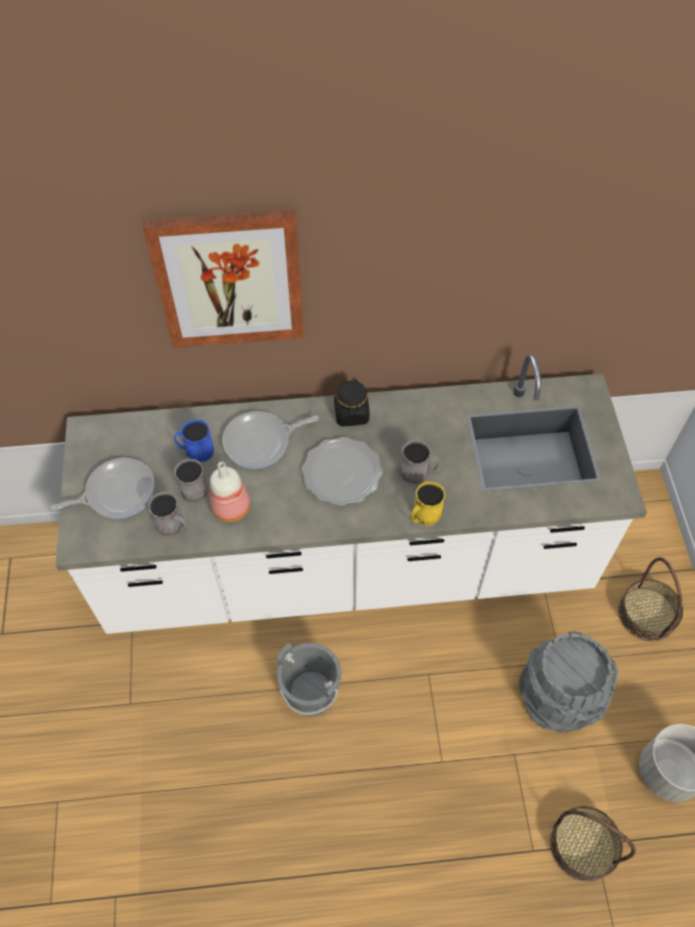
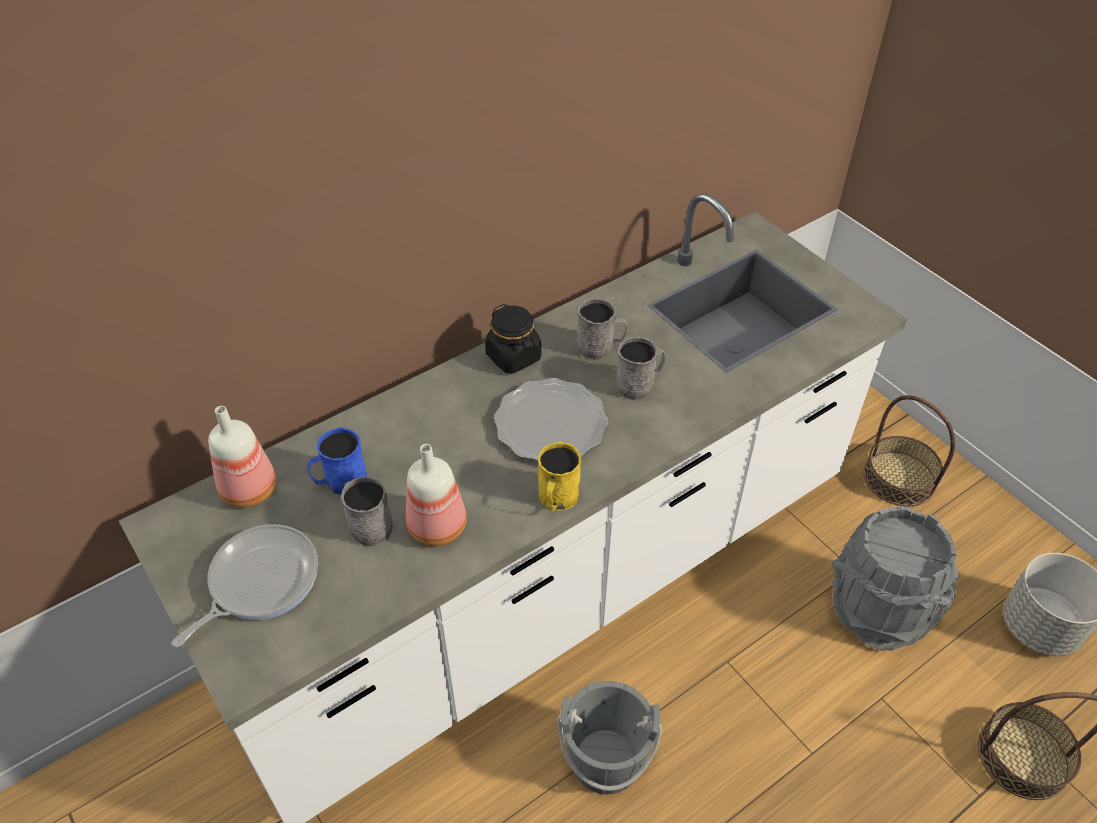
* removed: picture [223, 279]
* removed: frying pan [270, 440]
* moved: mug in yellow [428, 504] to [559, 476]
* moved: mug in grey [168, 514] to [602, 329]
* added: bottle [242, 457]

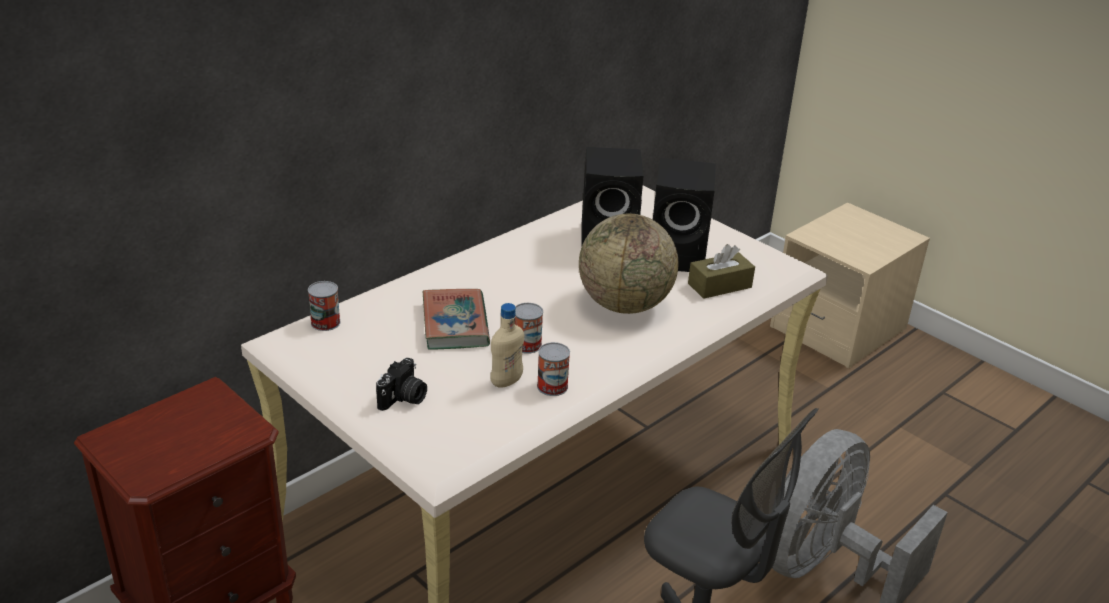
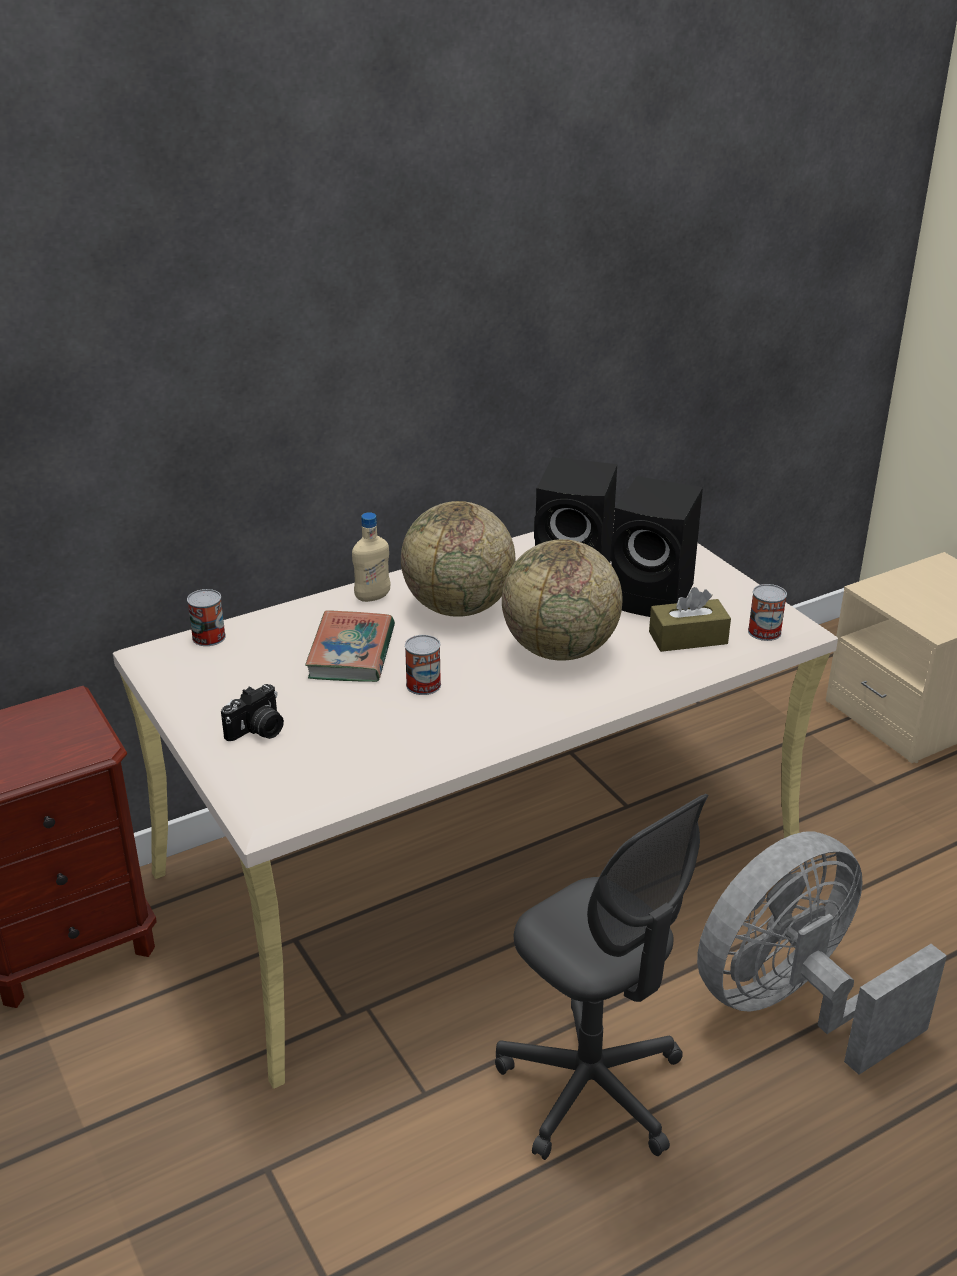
* moved: bottle in beige [507, 345] to [371, 557]
* moved: can [553, 369] to [767, 612]
* added: globe [458, 559]

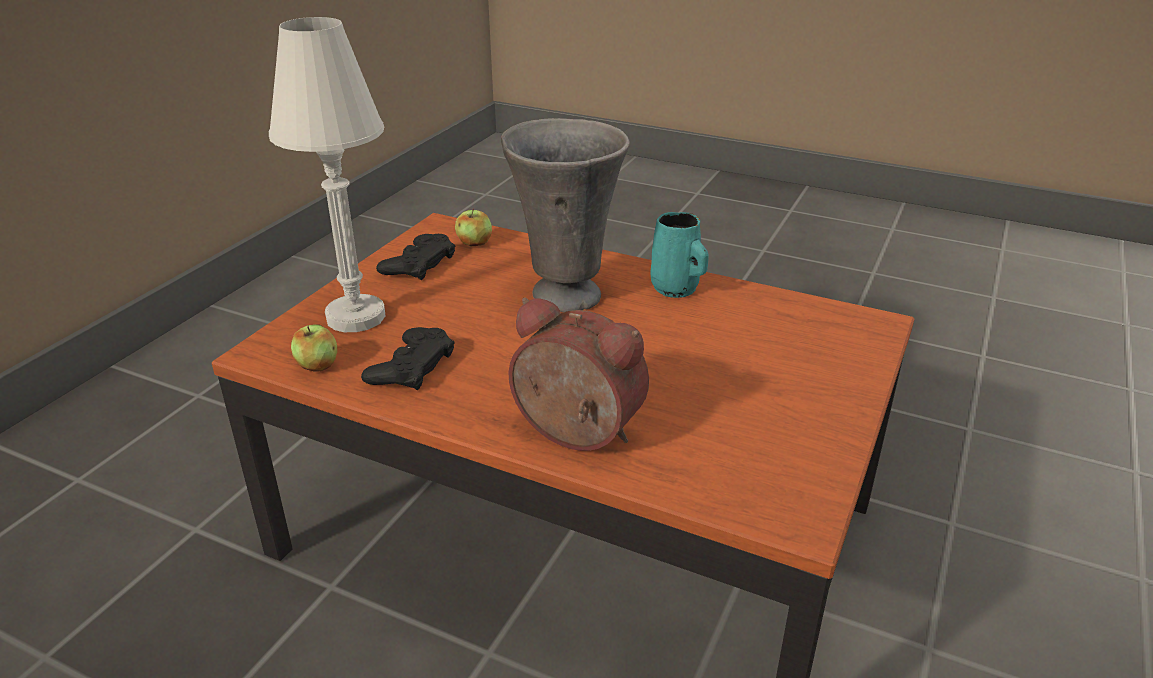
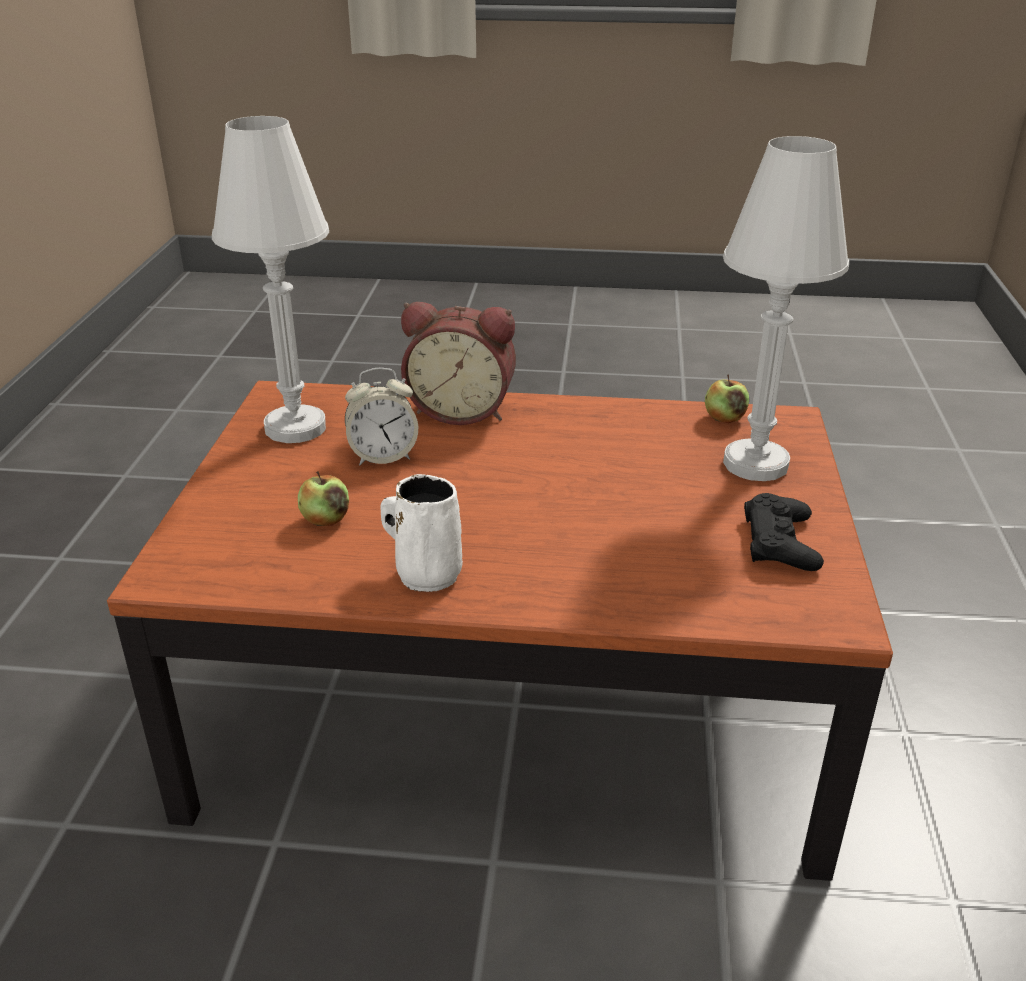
* removed: vase in grey [565, 215]
* moved: apple [473, 227] to [323, 498]
* recoloured: mug in turquoise [679, 255] to mug in white [421, 533]
* removed: game controller in black [408, 358]
* added: table lamp in white [270, 279]
* added: alarm clock [381, 416]

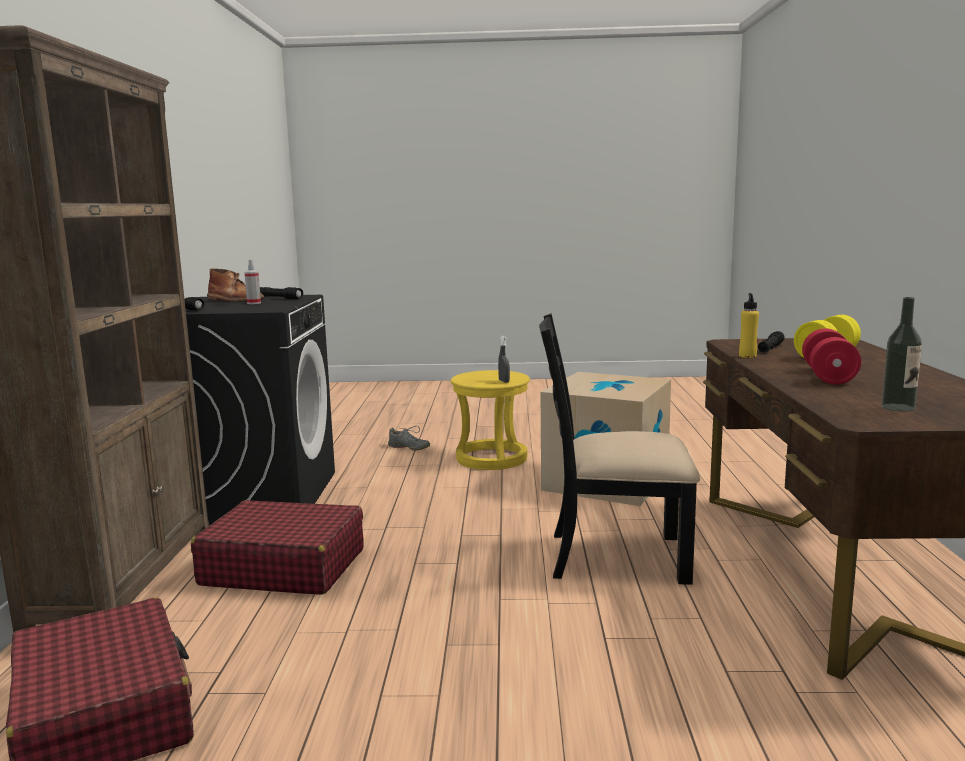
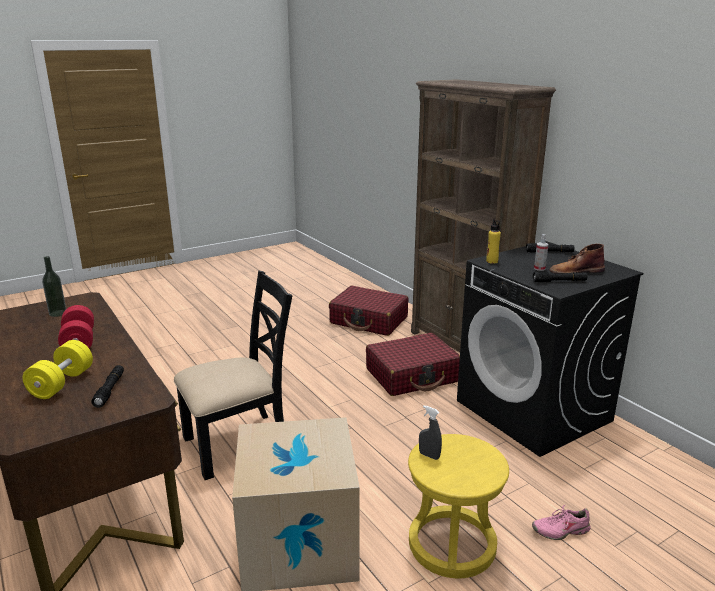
* moved: bottle in yellow [749, 325] to [493, 241]
* recoloured: shoe in grey [409, 438] to shoe in pink [561, 522]

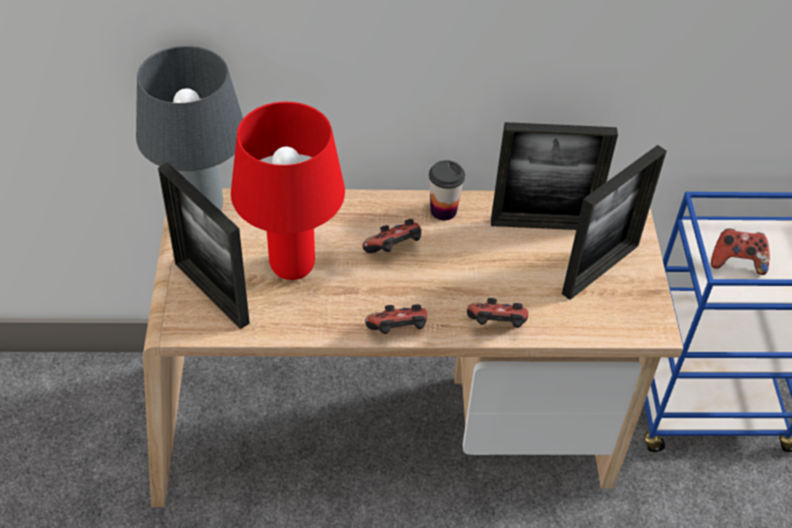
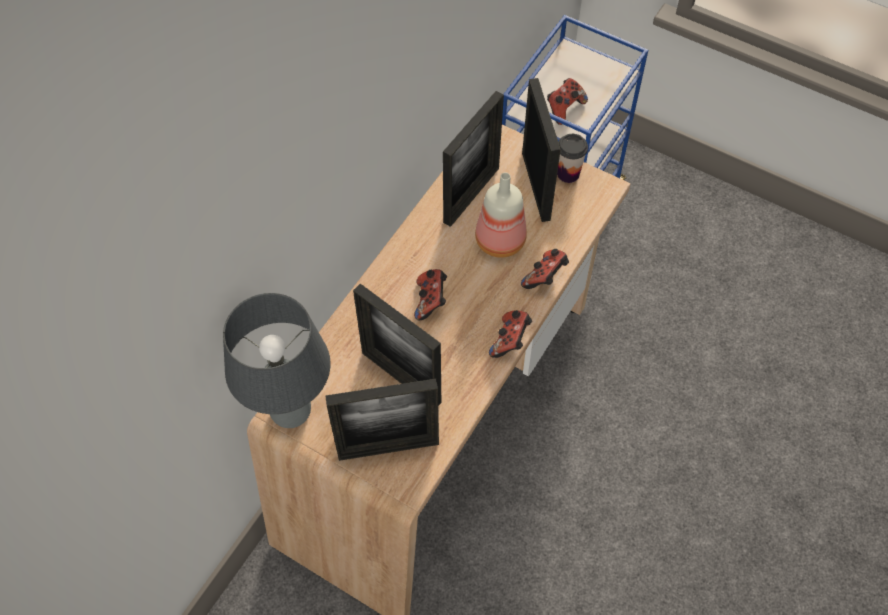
* replaced: table lamp in red [288, 191] to picture frame [397, 345]
* moved: cup [447, 190] to [572, 158]
* added: bottle [501, 215]

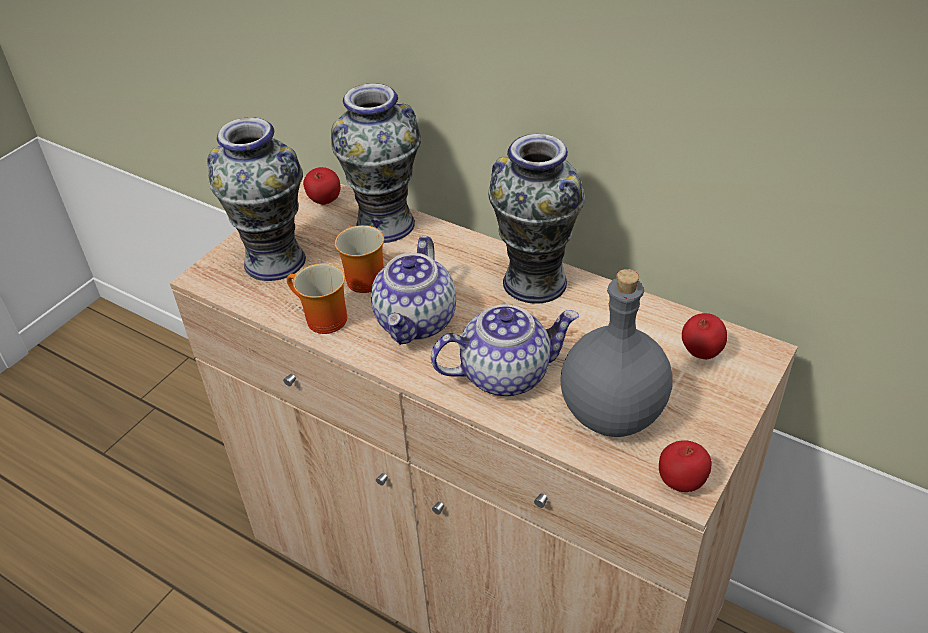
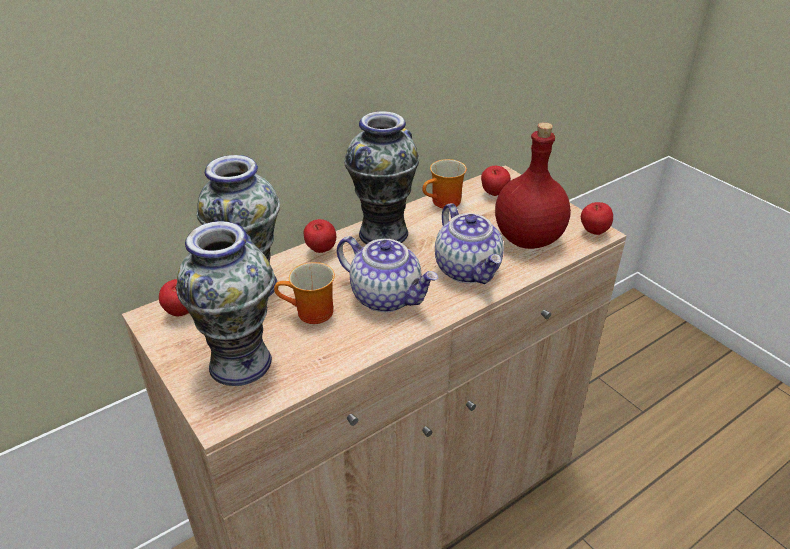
* moved: mug [317, 298] to [444, 183]
* recoloured: bottle in grey [616, 353] to bottle in red [533, 185]
* turned: teapot [505, 350] = [469, 243] 150 degrees clockwise
* added: apple [320, 236]

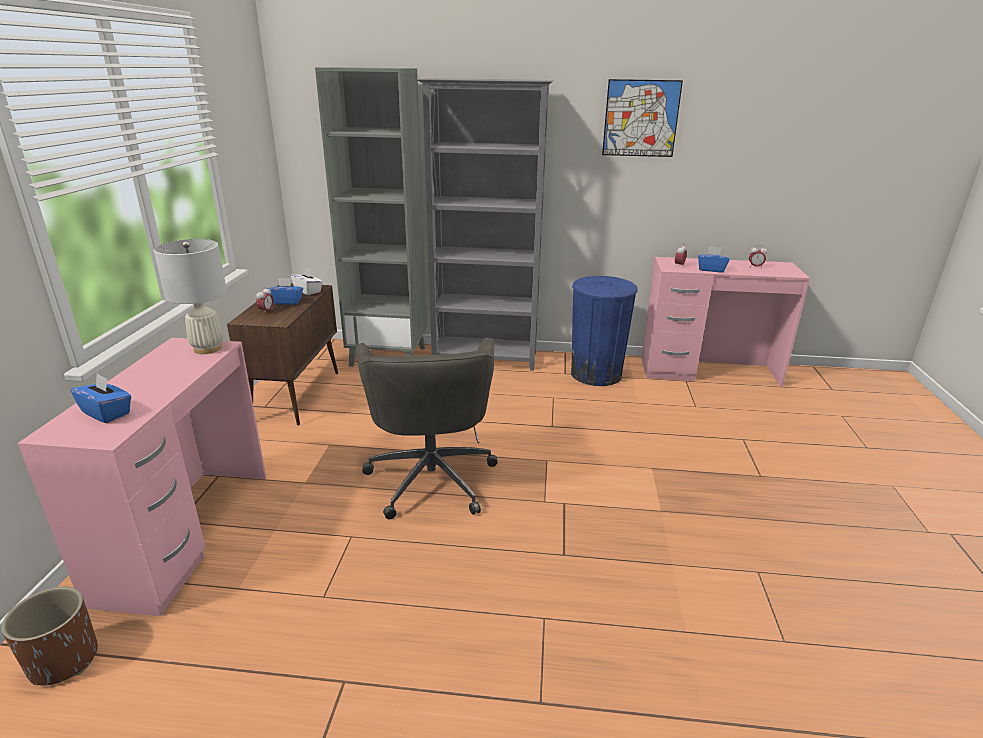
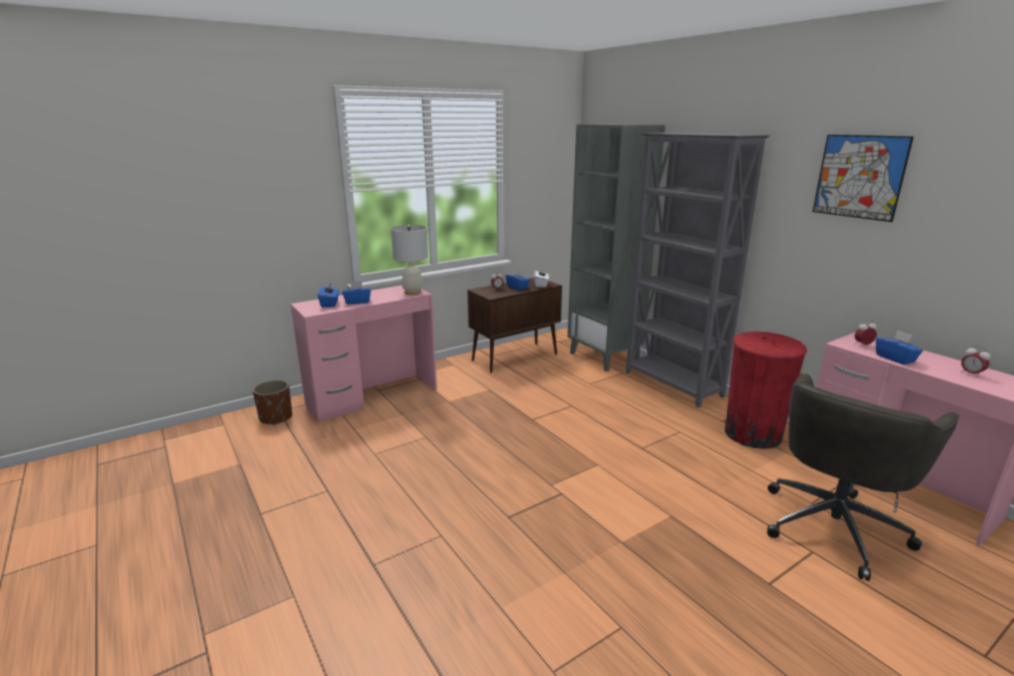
* recoloured: trash can in blue [604, 331] to trash can in red [766, 390]
* moved: office chair in grey [427, 429] to [863, 477]
* added: tissue box in blue [356, 292]

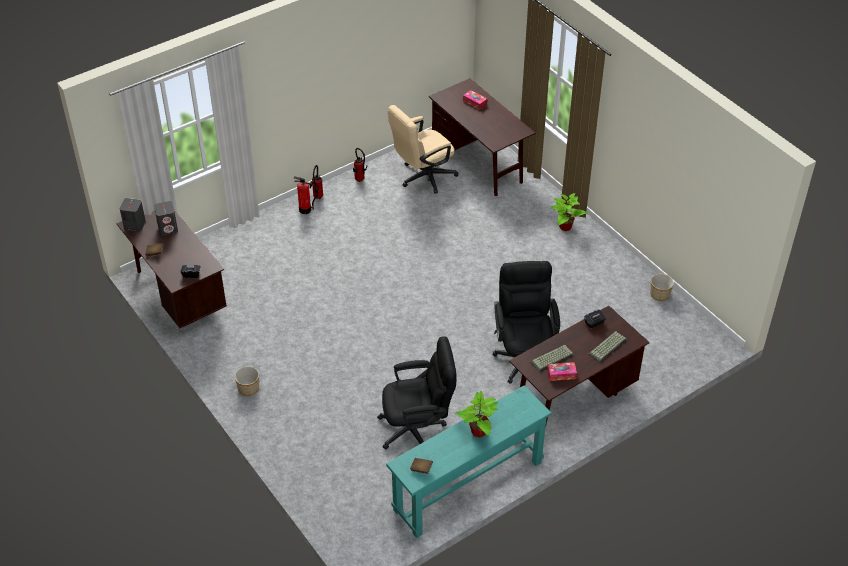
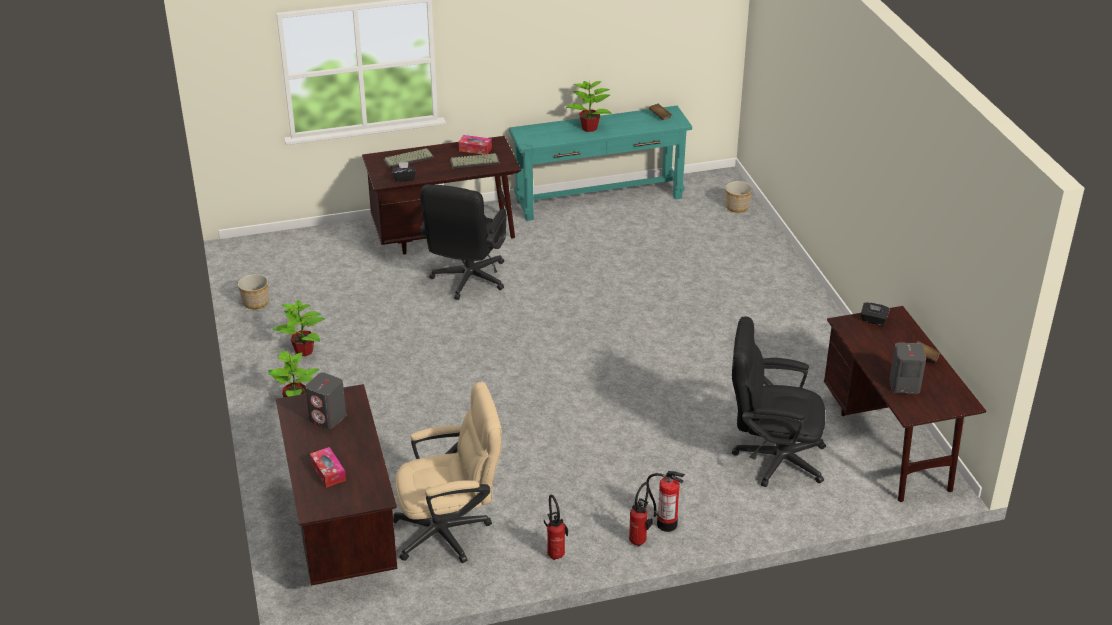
* moved: speaker in grey [133, 215] to [325, 400]
* moved: office chair in black [417, 393] to [779, 401]
* moved: planter [246, 381] to [739, 197]
* added: potted plant [299, 328]

